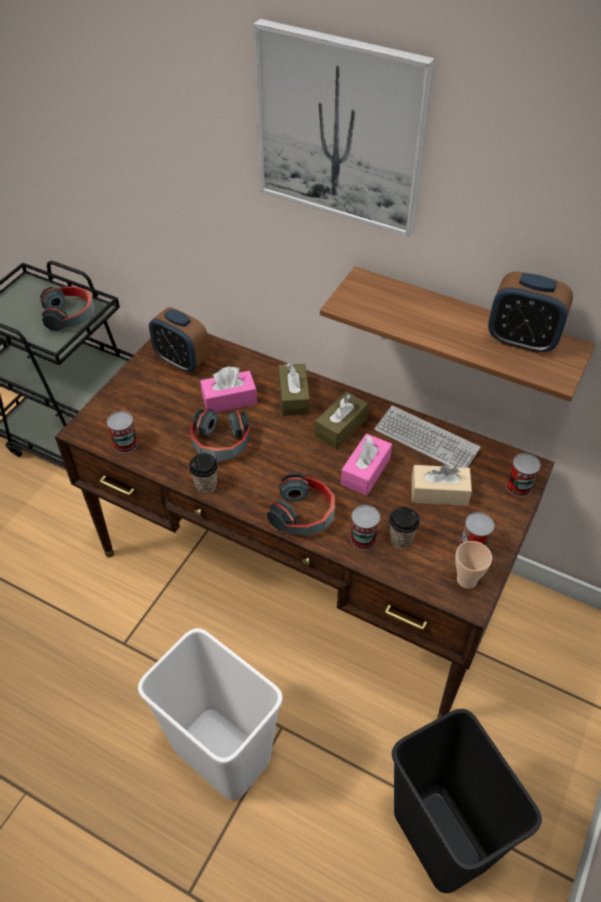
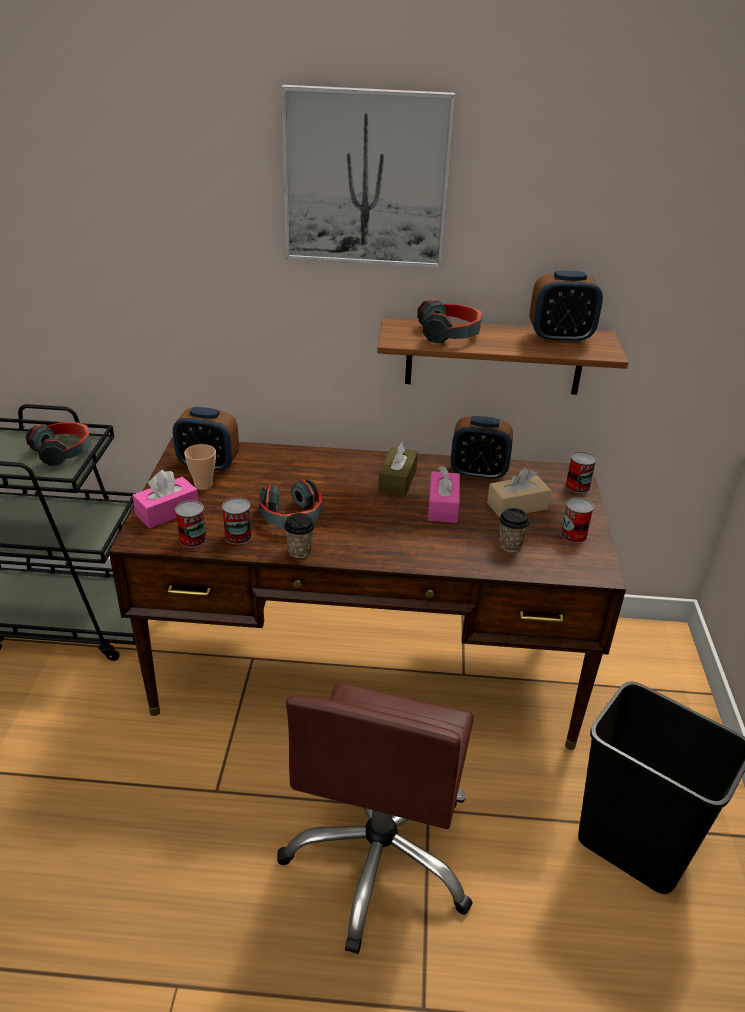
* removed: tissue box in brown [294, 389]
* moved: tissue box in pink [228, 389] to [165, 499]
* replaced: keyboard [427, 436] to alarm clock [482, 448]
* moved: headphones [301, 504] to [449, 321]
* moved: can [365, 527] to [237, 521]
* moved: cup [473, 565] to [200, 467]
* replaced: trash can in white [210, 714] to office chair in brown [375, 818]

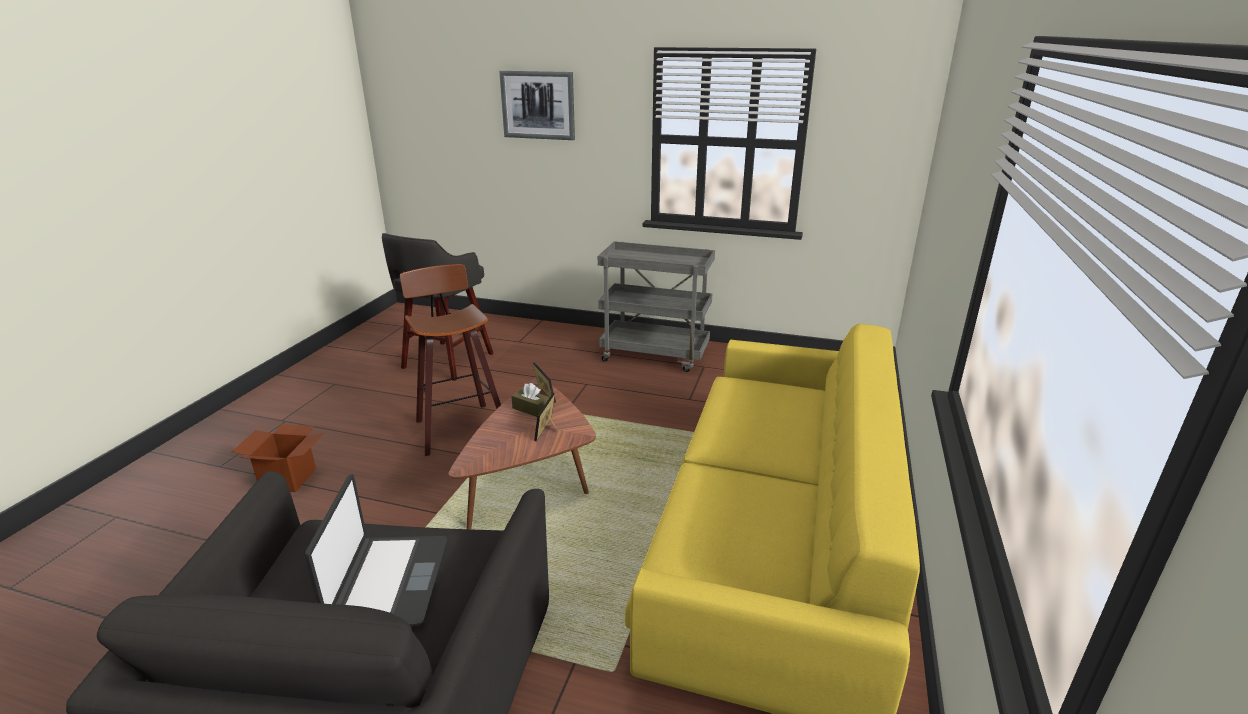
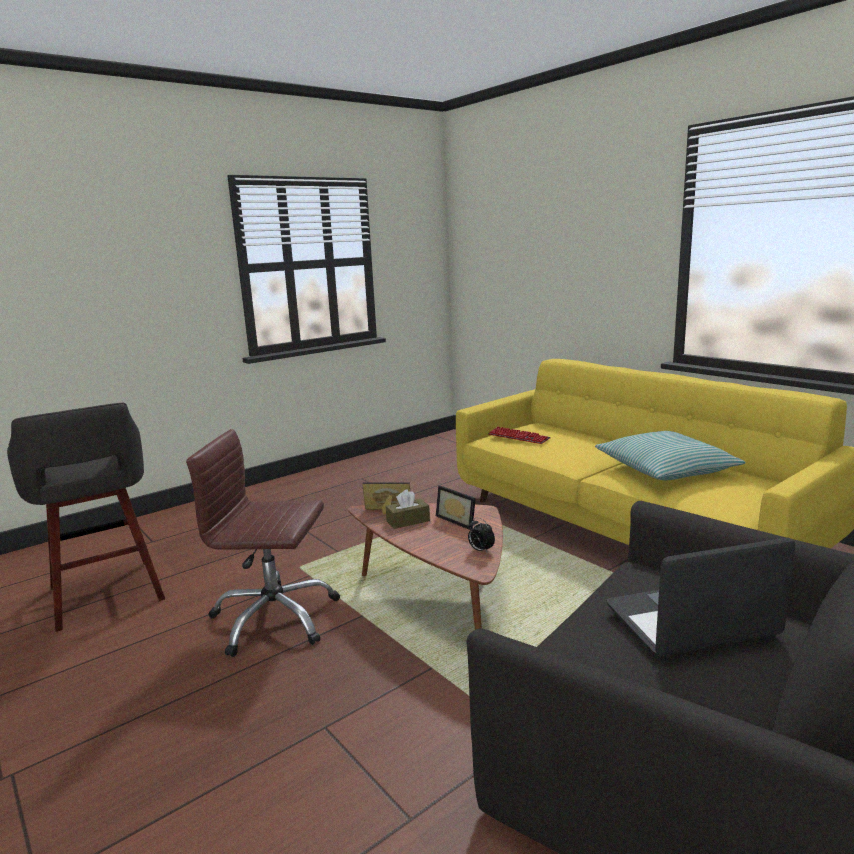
* removed: picture [537, 105]
* removed: cart in grey [656, 306]
* replaced: stool [450, 360] to office chair in brown [263, 543]
* removed: cardboard box [277, 458]
* turned: laptop [376, 550] = [700, 597] 45 degrees counterclockwise
* added: keyboard [519, 435]
* added: pillow [670, 455]
* added: alarm clock [481, 535]

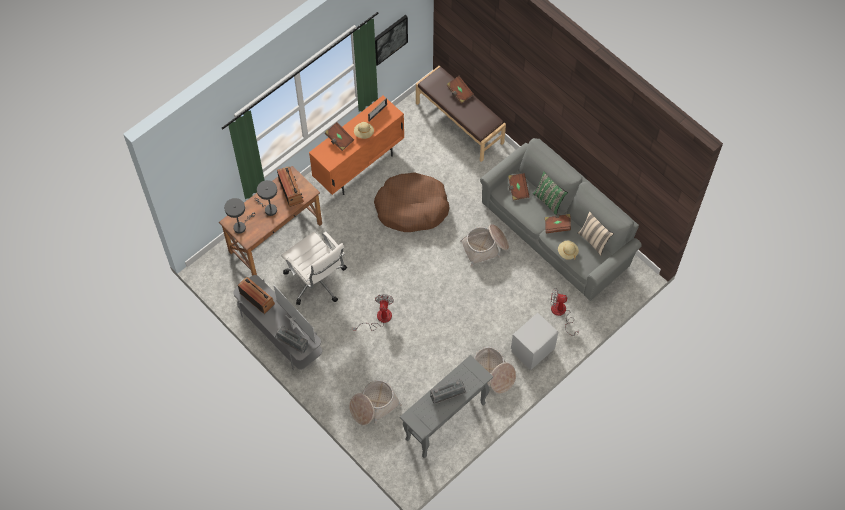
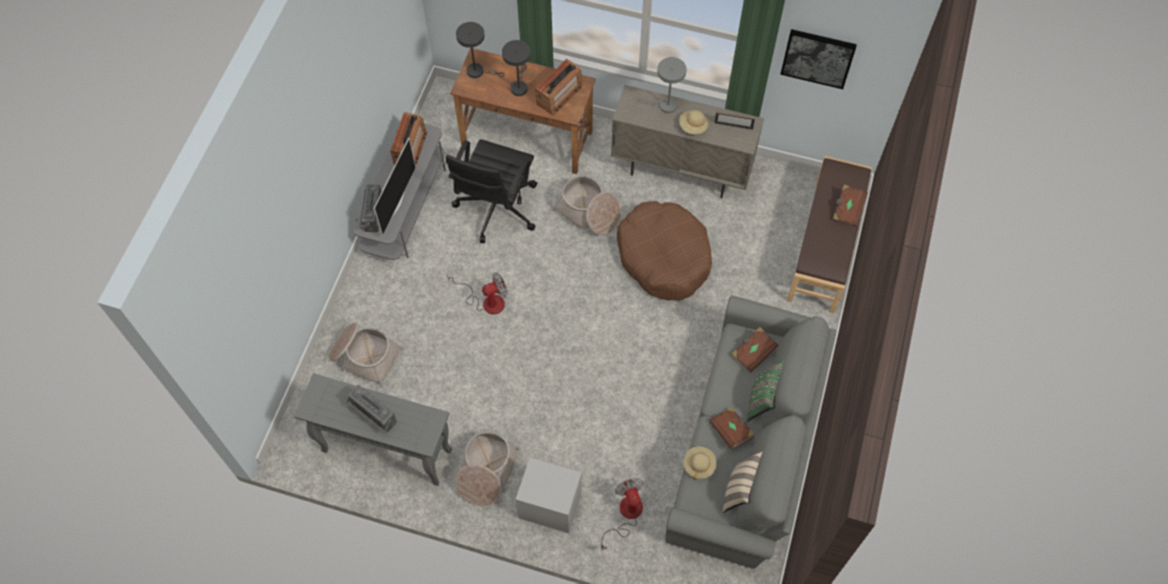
* recoloured: cabinet in orange [356, 145] to cabinet in beige [687, 142]
* replaced: book in brown [339, 136] to table lamp in grey [662, 85]
* moved: basket [484, 245] to [586, 205]
* recoloured: office chair in white [314, 268] to office chair in black [491, 191]

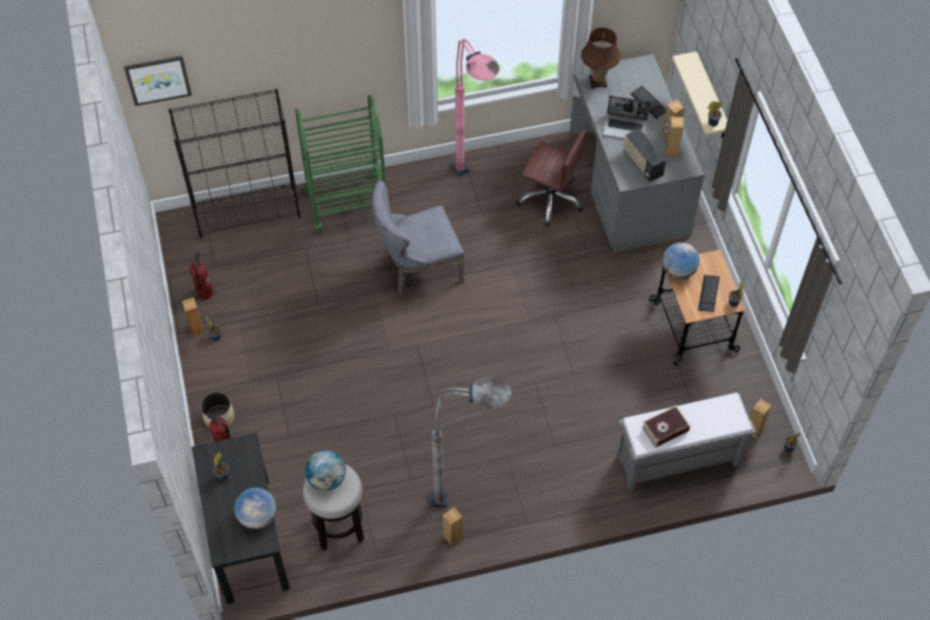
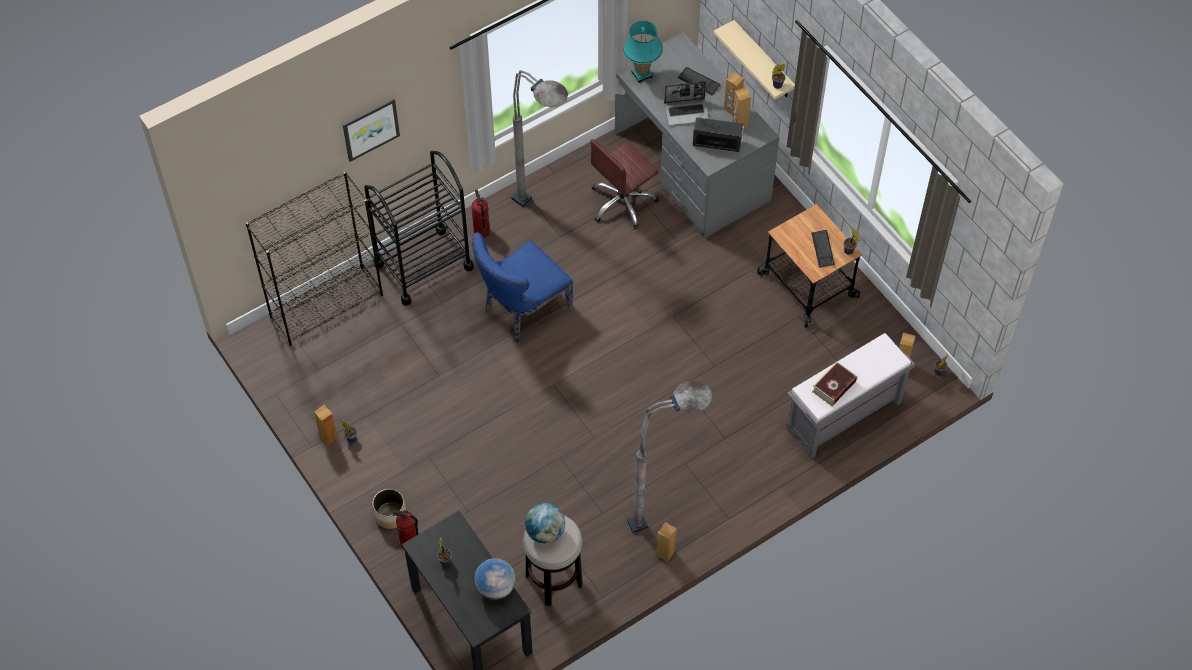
* recoloured: table lamp in brown [601, 57] to table lamp in turquoise [643, 52]
* recoloured: floor lamp in pink [475, 107] to floor lamp in grey [539, 138]
* moved: picture [158, 81] to [371, 130]
* recoloured: cart in green [340, 163] to cart in black [419, 228]
* turned: radio [644, 155] = [718, 134] 150 degrees clockwise
* turned: office chair in brown [551, 178] = [624, 184] 135 degrees clockwise
* recoloured: chair in grey [418, 238] to chair in blue [522, 287]
* removed: globe [681, 260]
* moved: fire extinguisher [201, 276] to [481, 214]

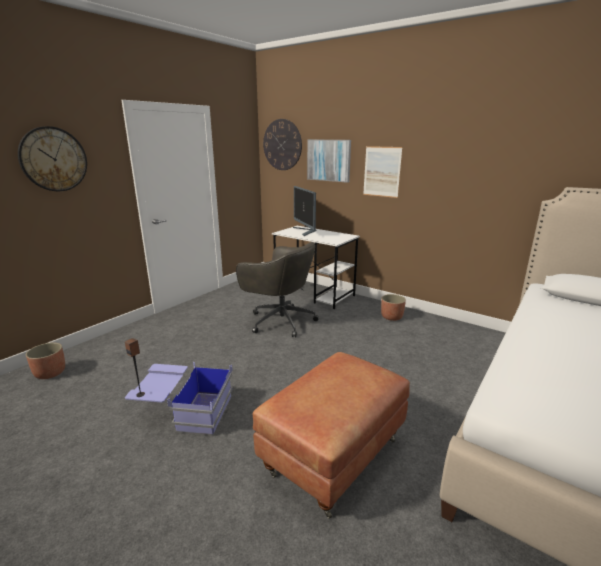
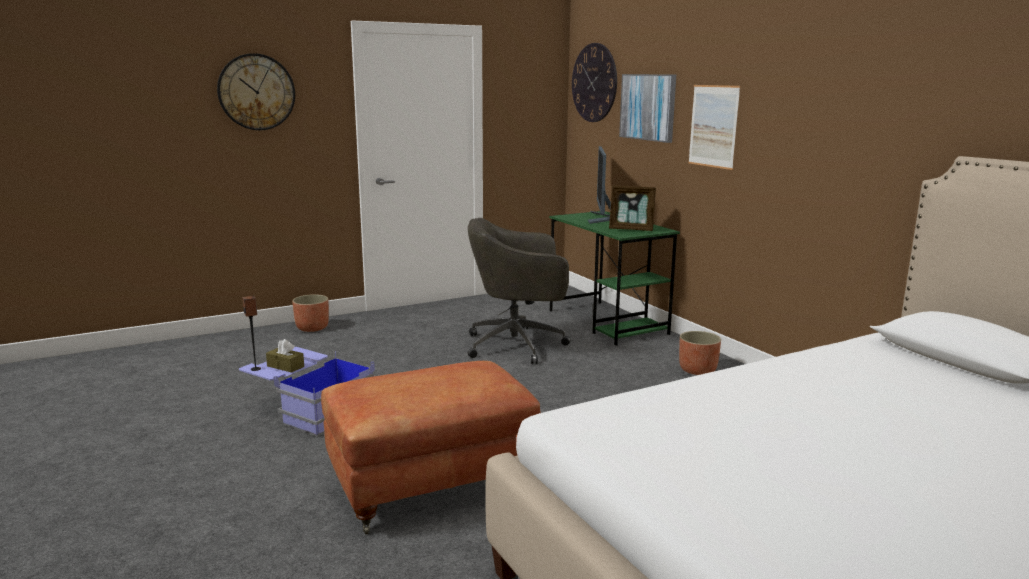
* recoloured: desk in white [316, 267] to desk in green [614, 278]
* turned: office chair in grey [277, 289] = [519, 291] 120 degrees clockwise
* moved: planter [45, 361] to [310, 313]
* added: picture frame [632, 208]
* added: tissue box in brown [285, 356]

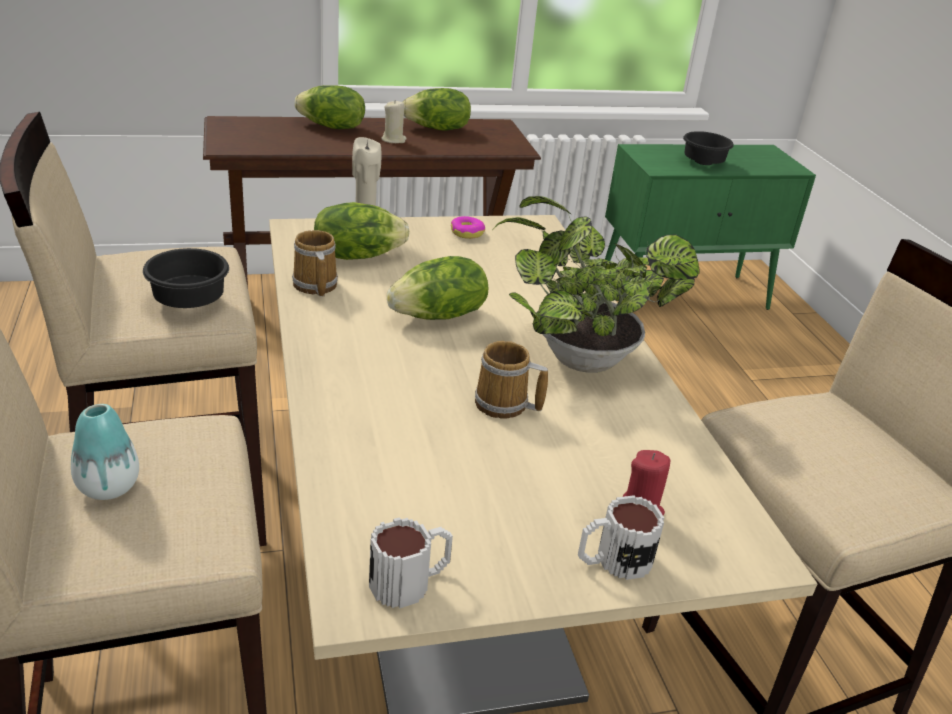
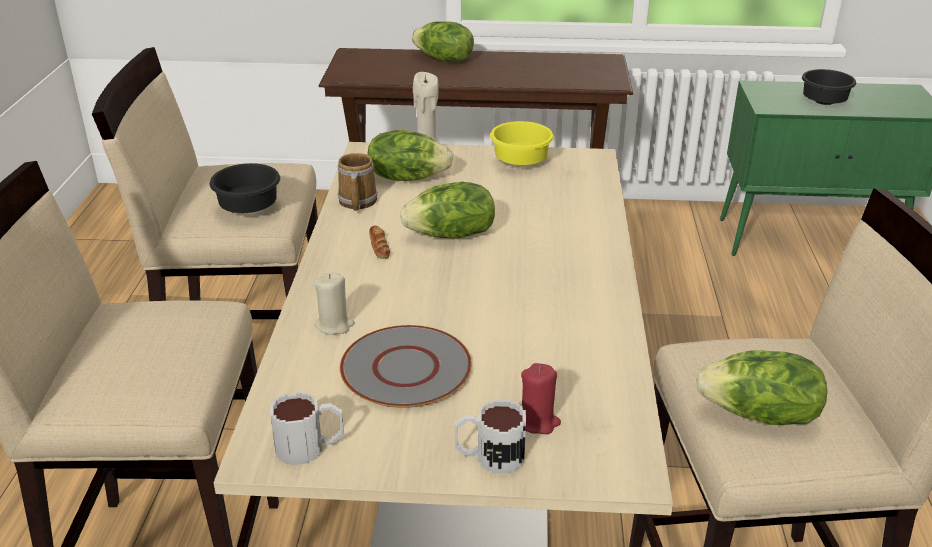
* moved: lettuce [437, 109] to [761, 387]
* moved: candle in beige [394, 121] to [334, 304]
* removed: potted plant [597, 284]
* replaced: donut [468, 227] to bowl in yellow [522, 143]
* removed: mug [511, 380]
* removed: vase [105, 452]
* added: bread [379, 242]
* added: plate in grey [406, 366]

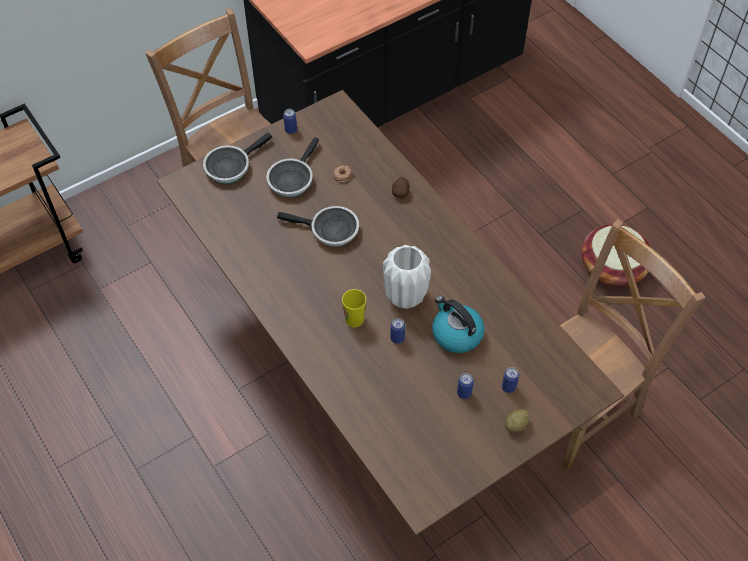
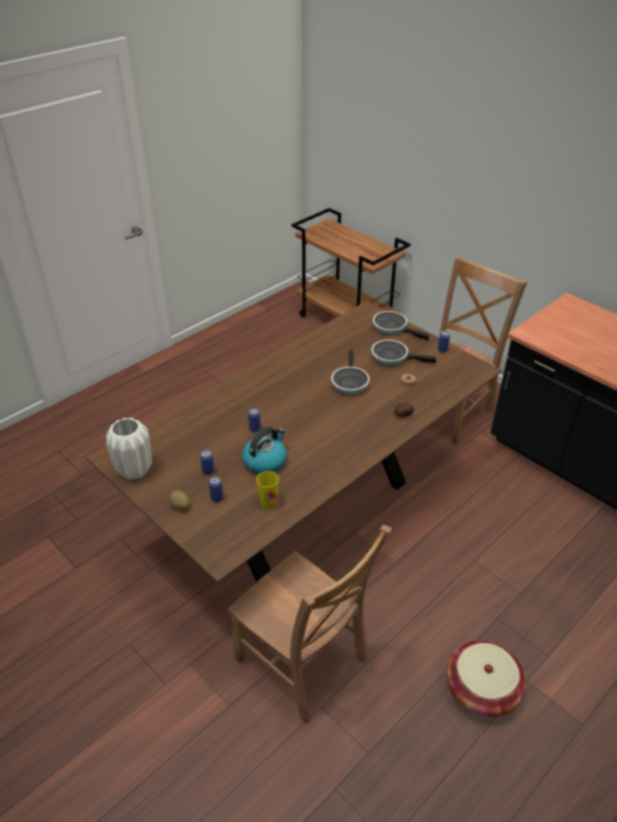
* moved: vase in white [407, 277] to [129, 449]
* moved: cup [354, 308] to [267, 490]

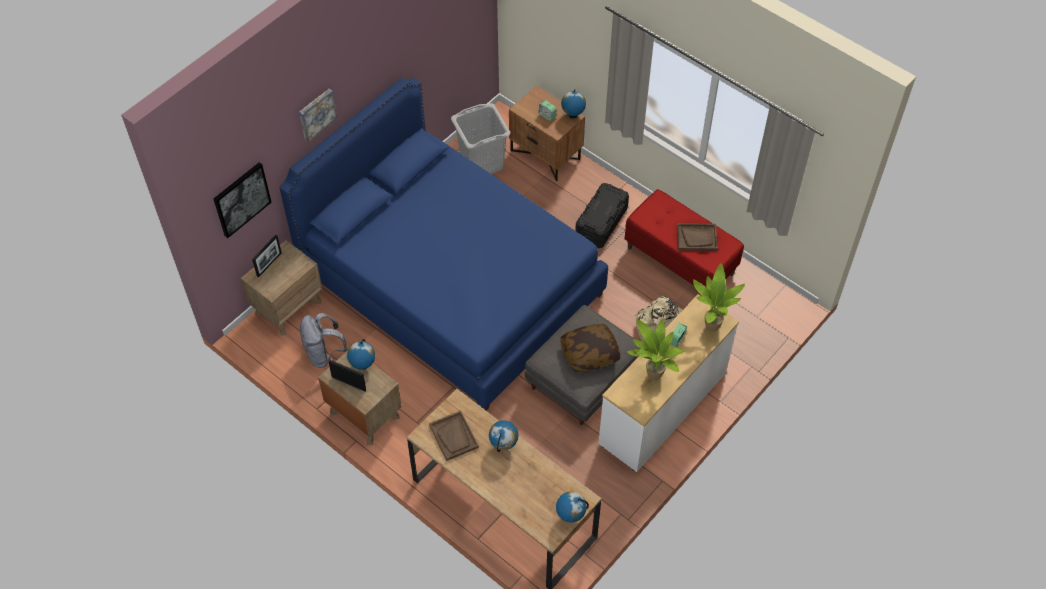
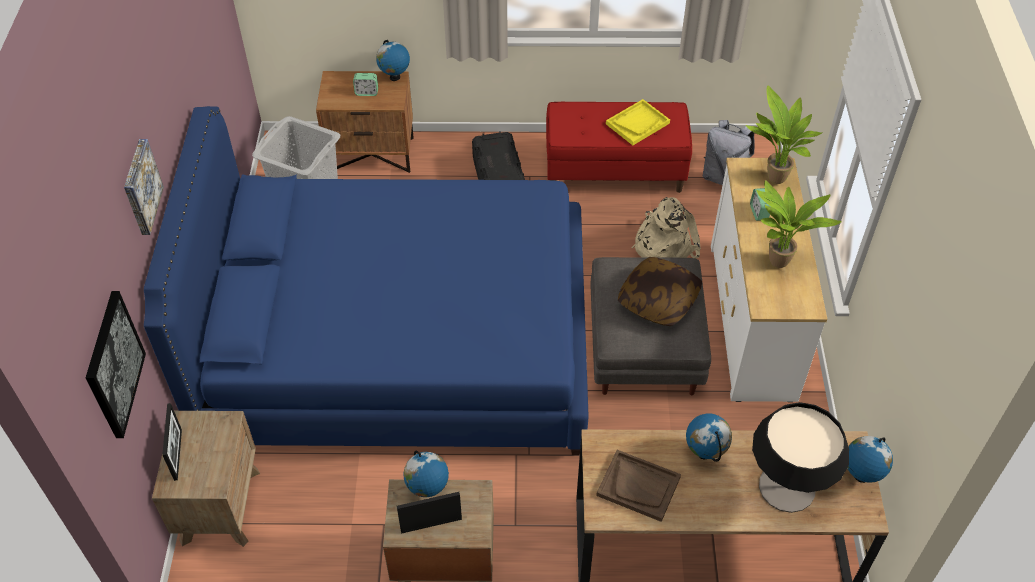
* recoloured: tray in brown [697, 237] to tray in yellow [638, 122]
* moved: backpack in grey [324, 340] to [729, 152]
* added: table lamp [800, 457]

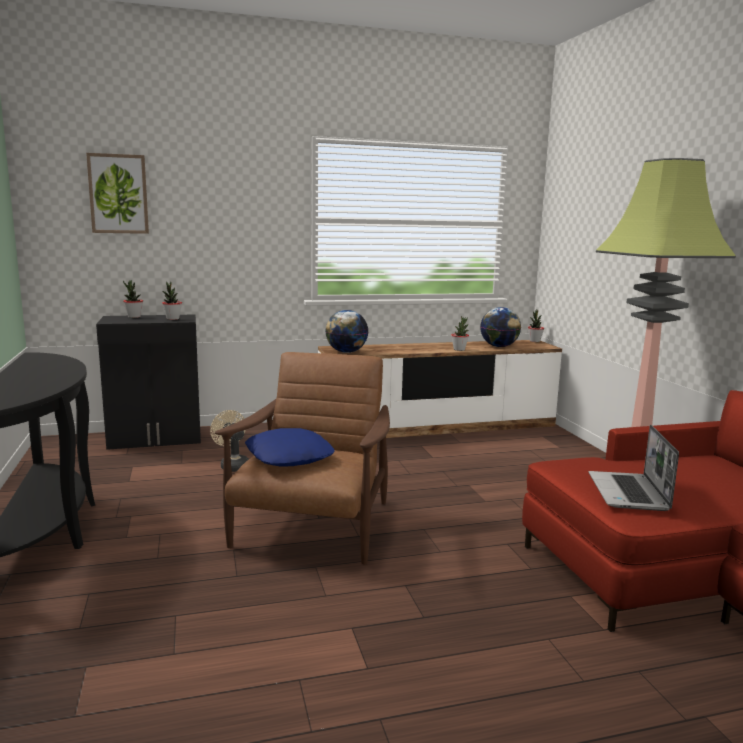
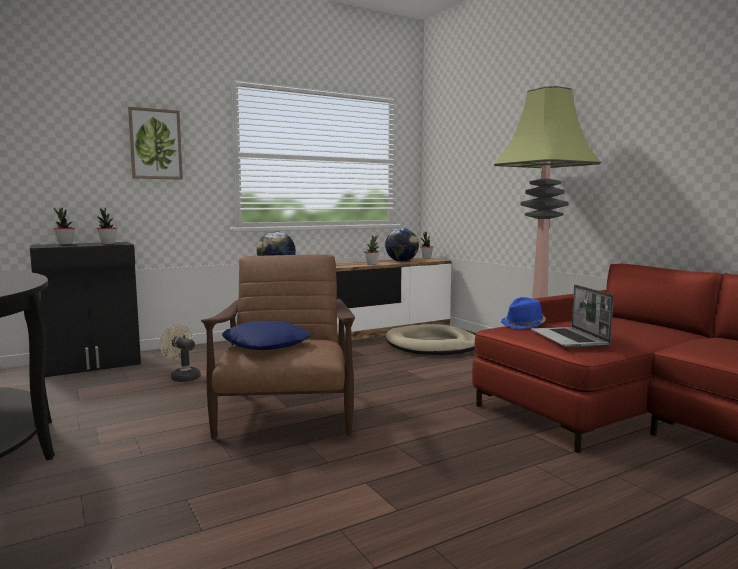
* moved: picture [117, 193] to [155, 143]
* added: hat in blue [523, 313]
* added: dog bed in beige [430, 339]

